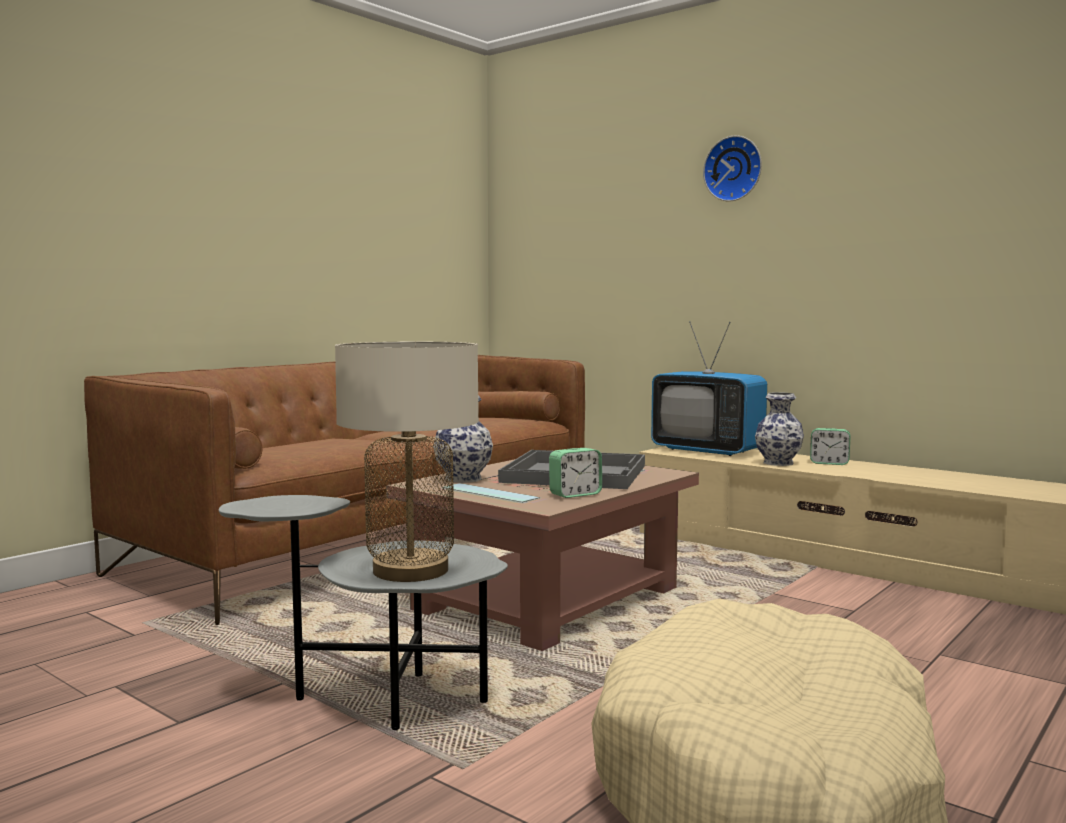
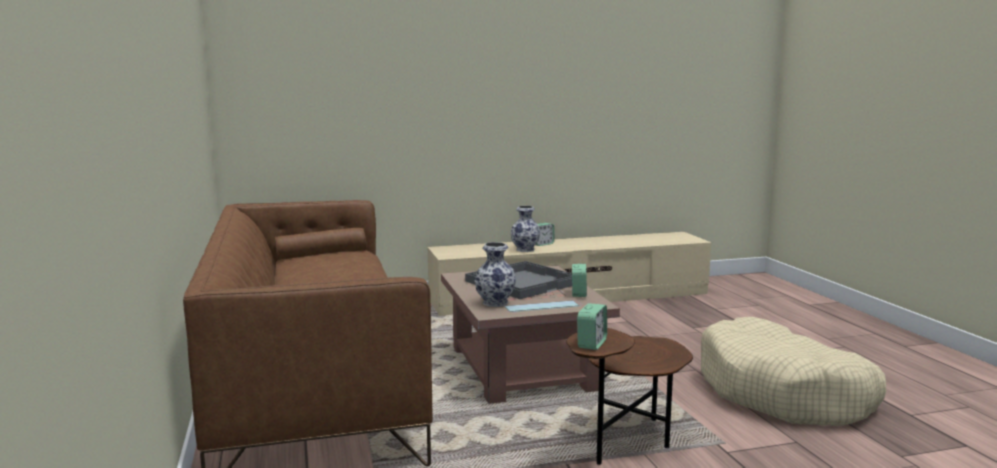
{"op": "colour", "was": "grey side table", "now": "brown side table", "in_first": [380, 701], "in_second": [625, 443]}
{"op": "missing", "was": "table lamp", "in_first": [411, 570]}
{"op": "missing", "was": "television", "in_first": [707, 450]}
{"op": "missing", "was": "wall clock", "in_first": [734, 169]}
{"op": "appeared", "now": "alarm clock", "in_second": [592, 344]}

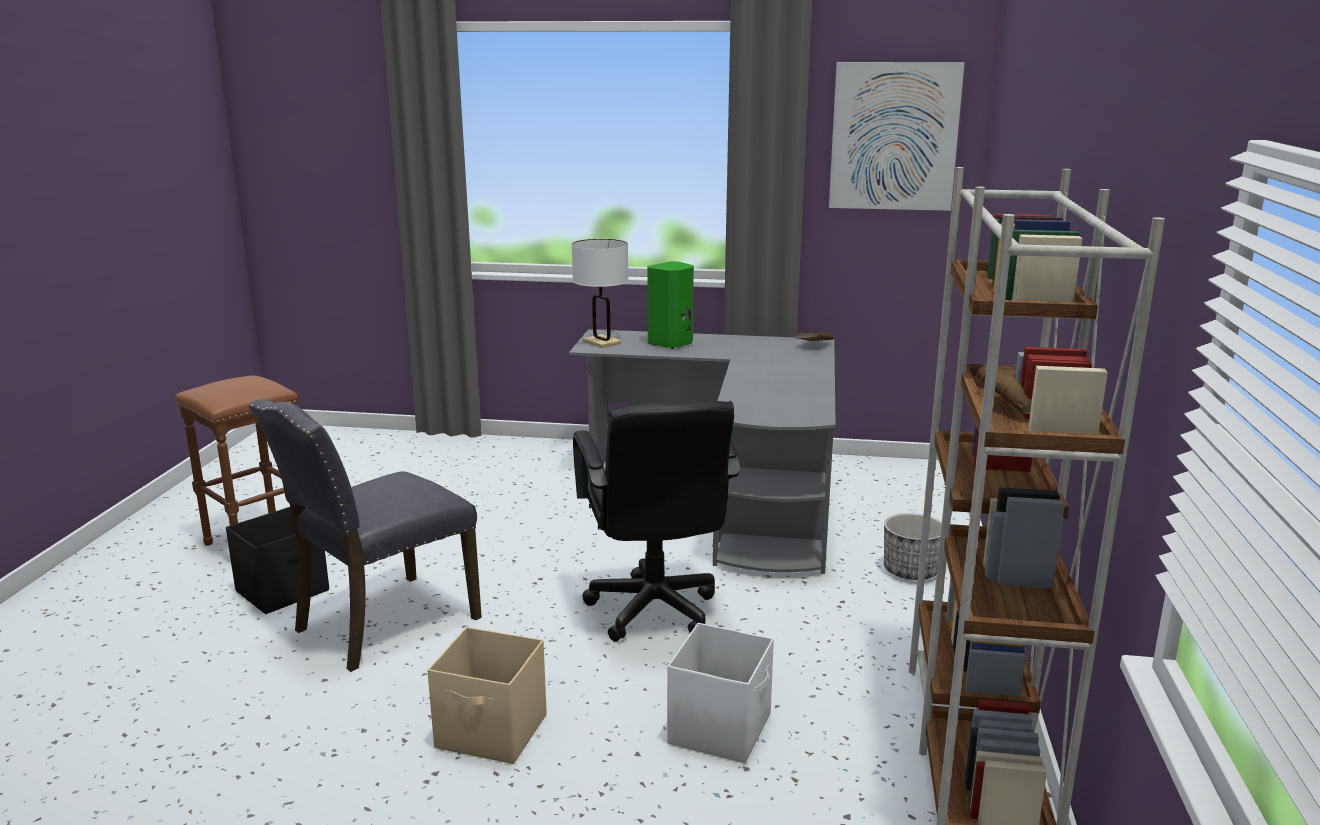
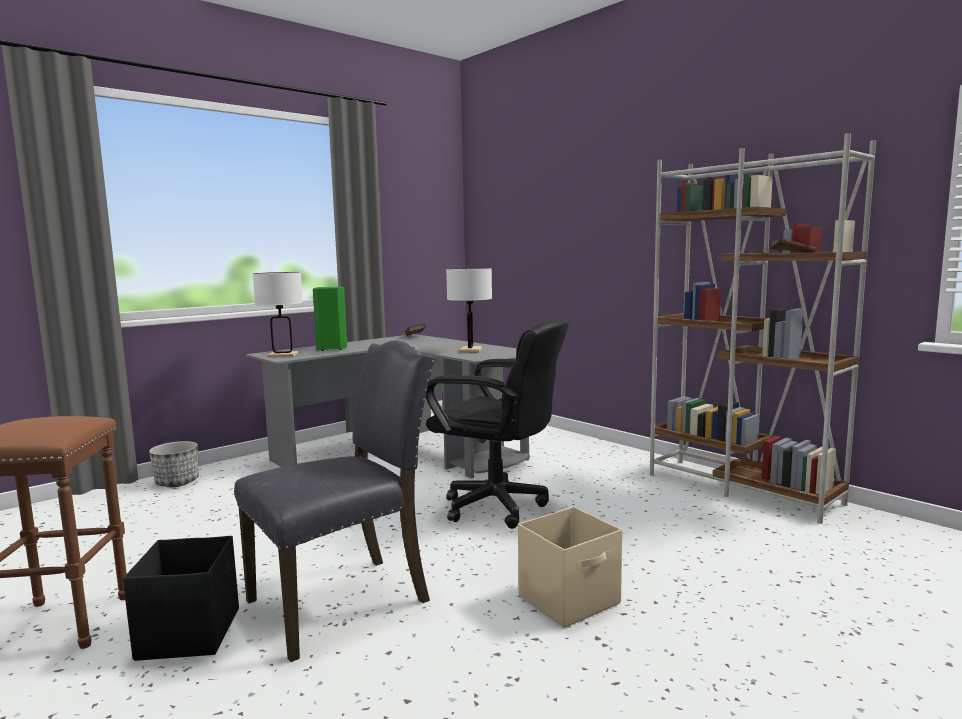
{"op": "spun", "was": "grey chair", "in_first": [382, 624], "in_second": [344, 600], "clockwise": -120}
{"op": "missing", "was": "white storage box", "in_first": [721, 728]}
{"op": "missing", "was": "picture", "in_first": [894, 137]}
{"op": "relocated", "was": "planter", "in_first": [911, 571], "in_second": [177, 482]}
{"op": "appeared", "now": "white table lamp", "in_second": [470, 350]}

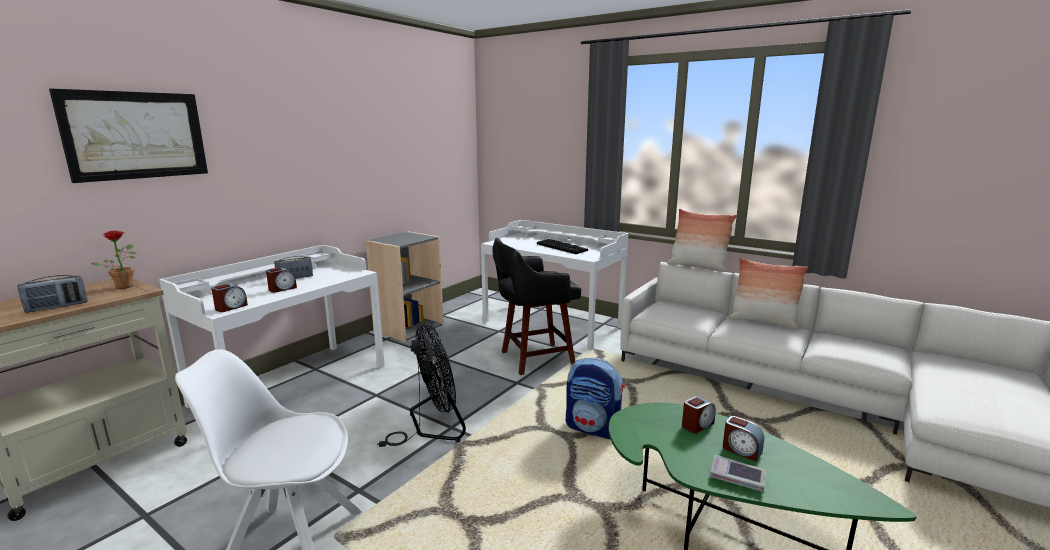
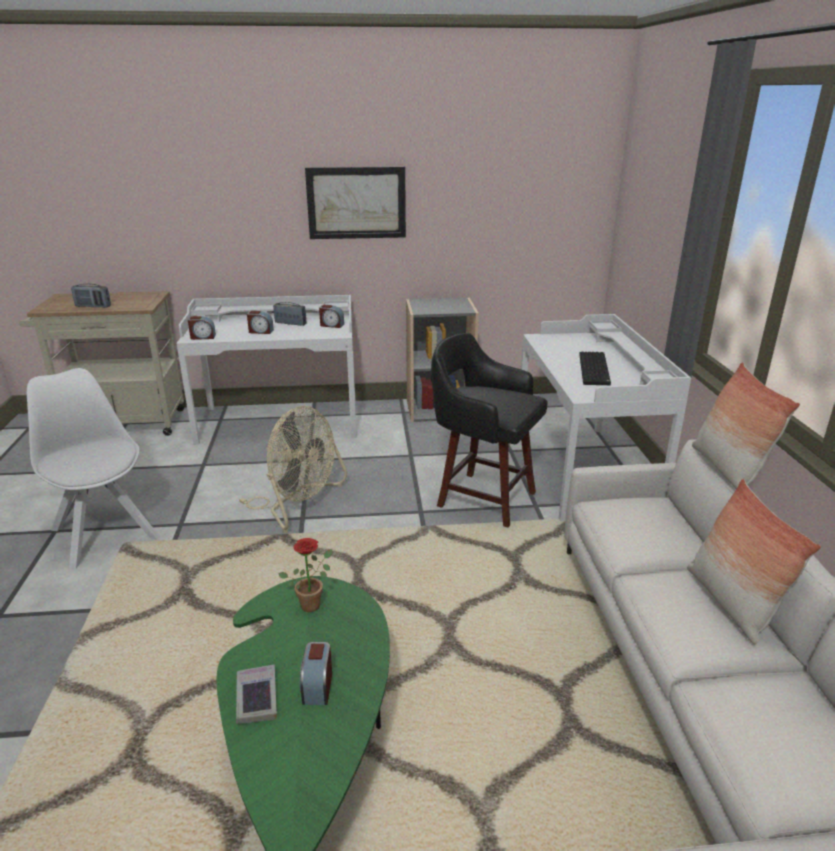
{"op": "relocated", "was": "picture", "in_first": [136, 135], "in_second": [356, 203]}
{"op": "relocated", "was": "potted plant", "in_first": [125, 286], "in_second": [312, 603]}
{"op": "colour", "was": "black fan", "now": "beige fan", "in_first": [429, 423], "in_second": [296, 504]}
{"op": "missing", "was": "backpack", "in_first": [594, 428]}
{"op": "relocated", "was": "alarm clock", "in_first": [697, 425], "in_second": [331, 325]}

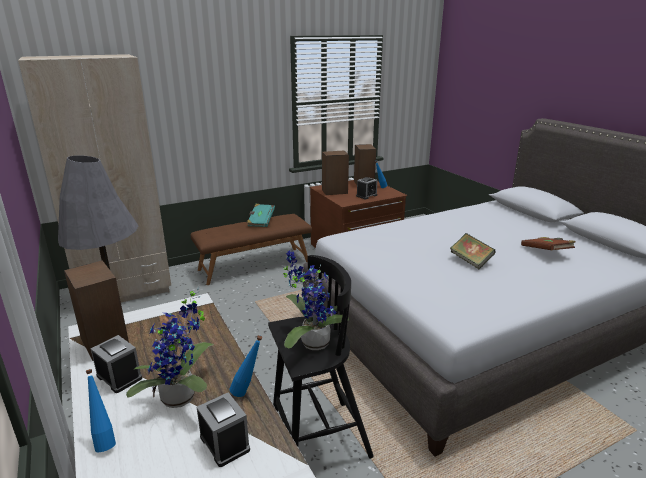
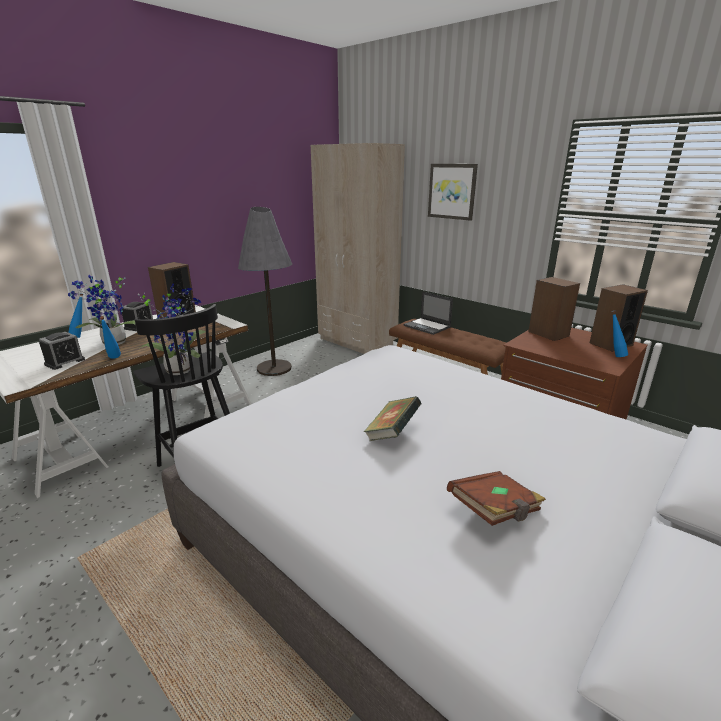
{"op": "missing", "was": "turquoise book", "in_first": [260, 221]}
{"op": "missing", "was": "alarm clock", "in_first": [366, 195]}
{"op": "appeared", "now": "laptop", "in_second": [427, 326]}
{"op": "appeared", "now": "picture", "in_second": [452, 191]}

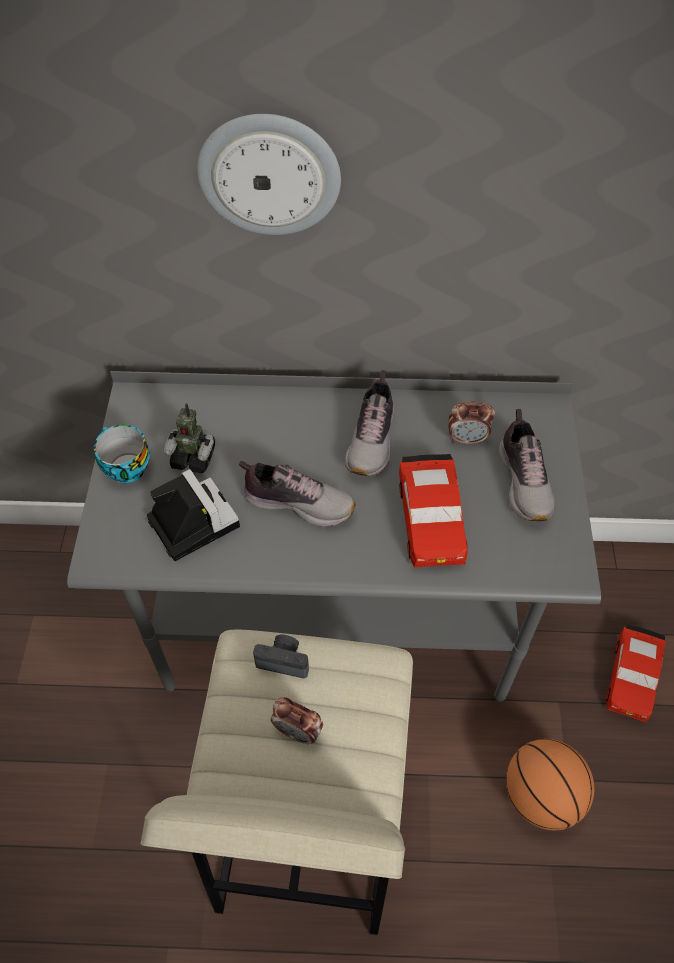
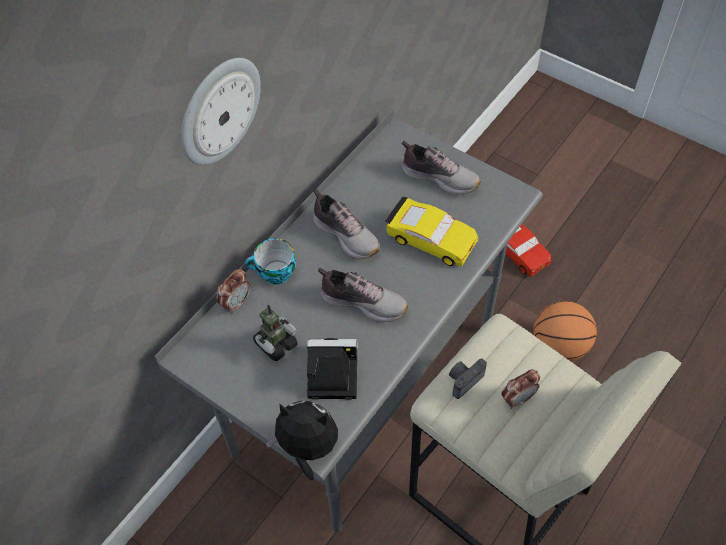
{"op": "relocated", "was": "cup", "in_first": [124, 467], "in_second": [274, 274]}
{"op": "spun", "was": "shoe", "in_first": [298, 502], "in_second": [363, 302], "clockwise": 60}
{"op": "colour", "was": "red toy car", "now": "yellow toy car", "in_first": [431, 519], "in_second": [431, 239]}
{"op": "relocated", "was": "alarm clock", "in_first": [467, 439], "in_second": [236, 303]}
{"op": "appeared", "now": "plush toy", "in_second": [307, 449]}

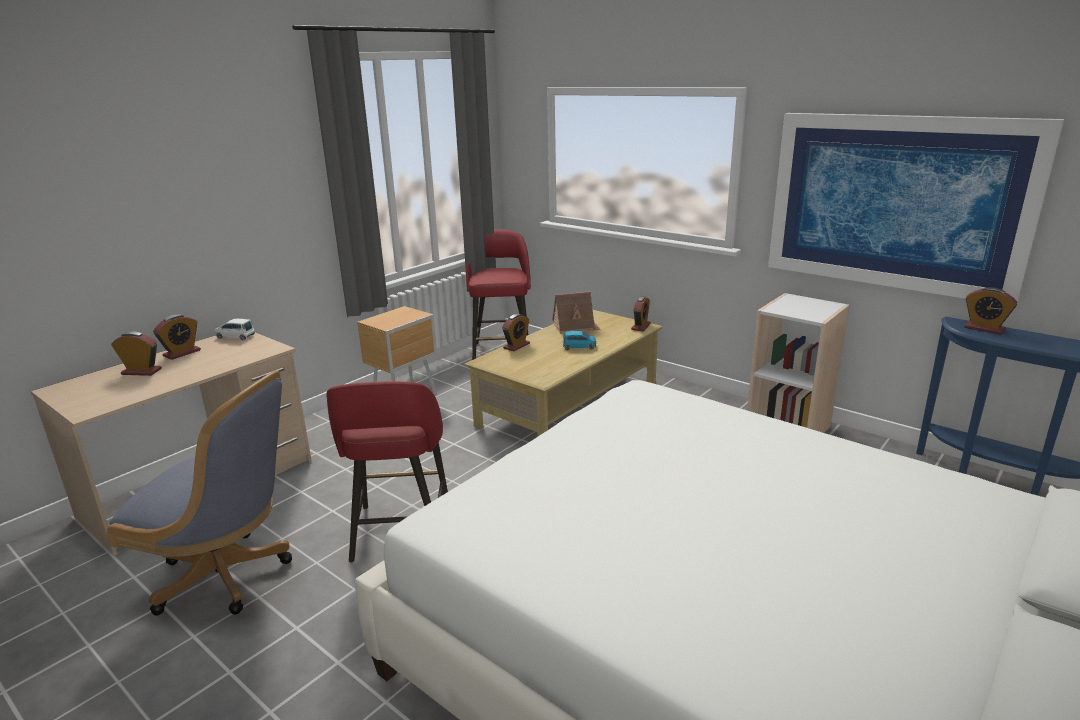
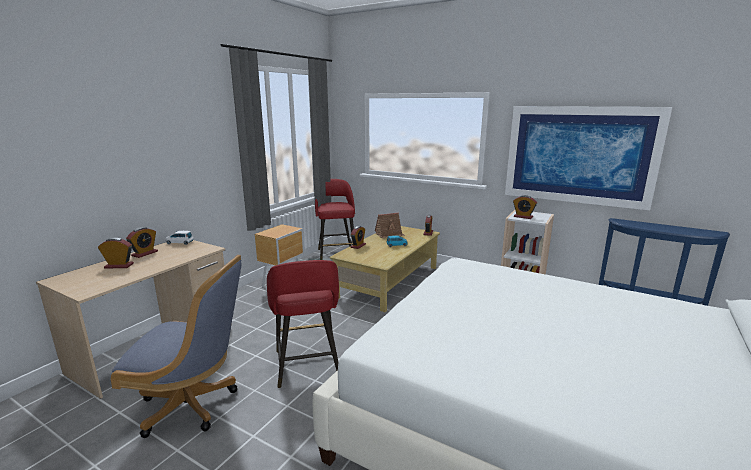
{"op": "relocated", "was": "alarm clock", "in_first": [984, 328], "in_second": [523, 217]}

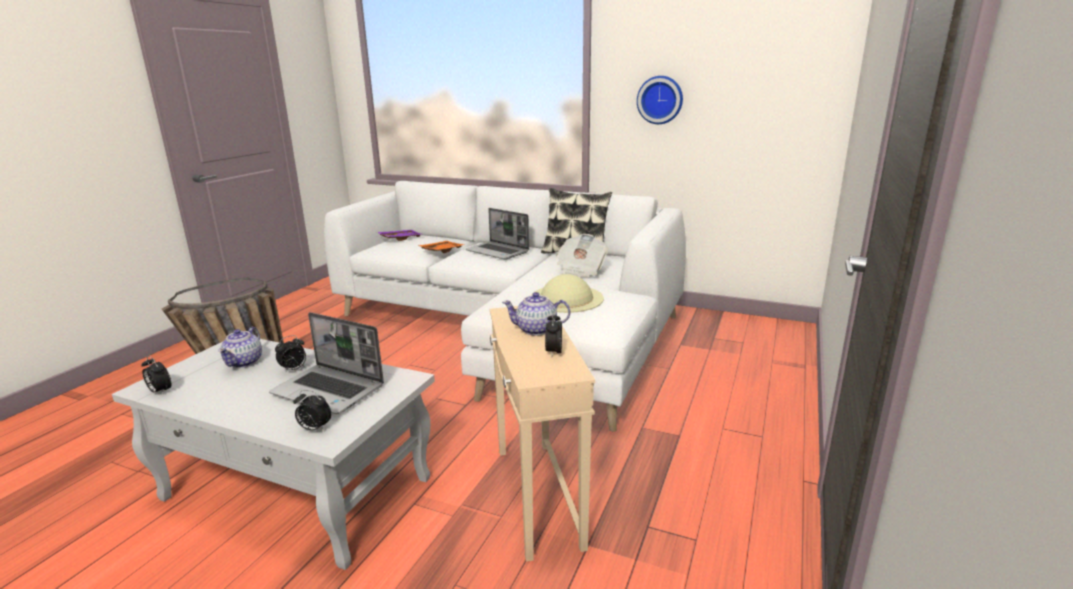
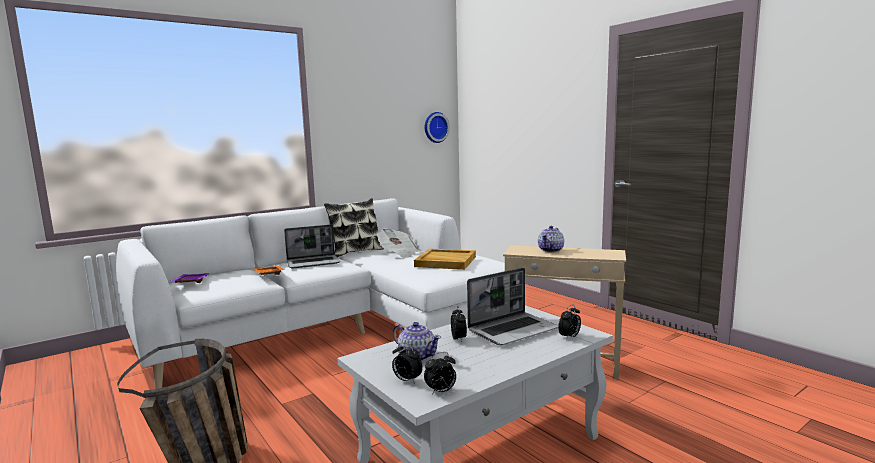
{"op": "exchanged", "was": "beige hat", "now": "beige tray", "in_first": [566, 298], "in_second": [445, 262]}
{"op": "relocated", "was": "alarm clock", "in_first": [553, 352], "in_second": [406, 380]}
{"op": "relocated", "was": "wall clock", "in_first": [660, 100], "in_second": [435, 127]}

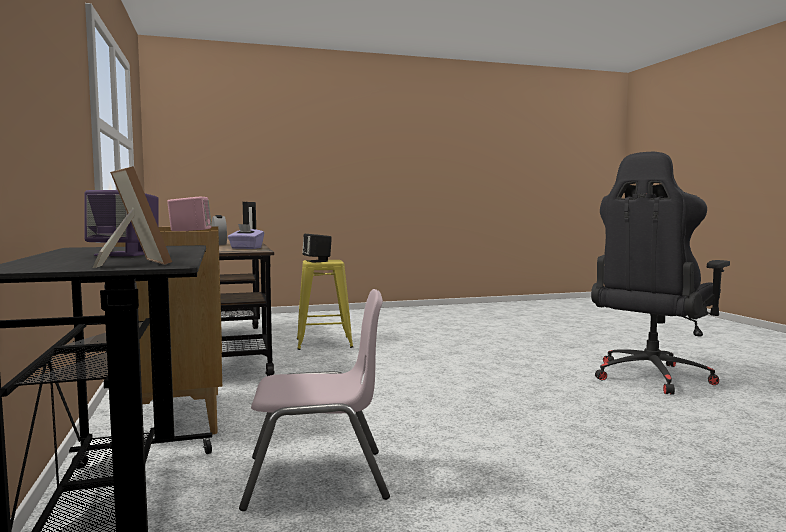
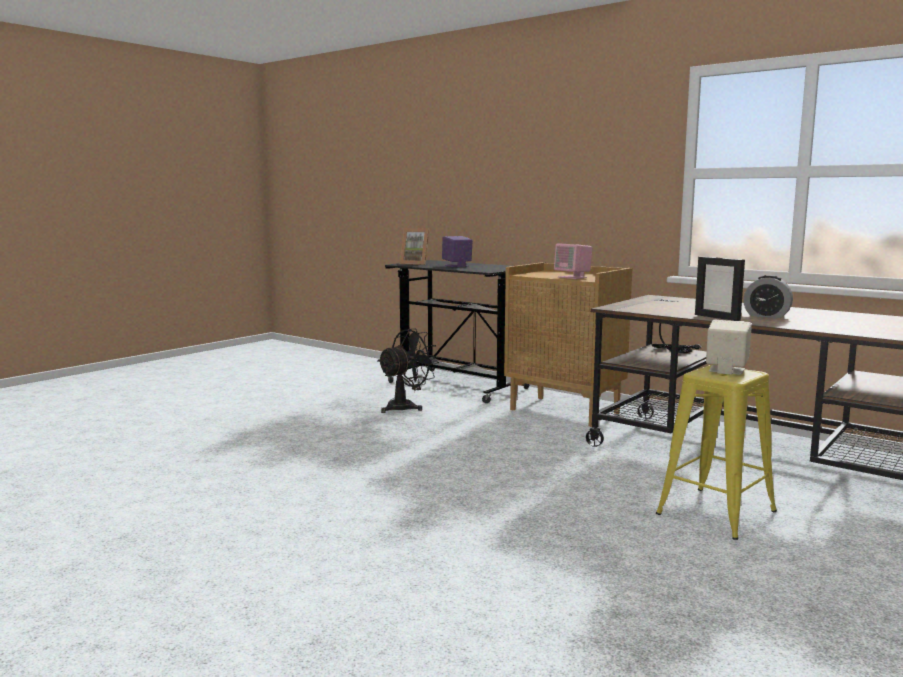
{"op": "missing", "was": "purple tissue box", "in_first": [246, 248]}
{"op": "exchanged", "was": "pink chair", "now": "black fan", "in_first": [317, 478], "in_second": [406, 407]}
{"op": "colour", "was": "black speaker", "now": "beige speaker", "in_first": [317, 261], "in_second": [726, 370]}
{"op": "missing", "was": "black office chair", "in_first": [651, 376]}

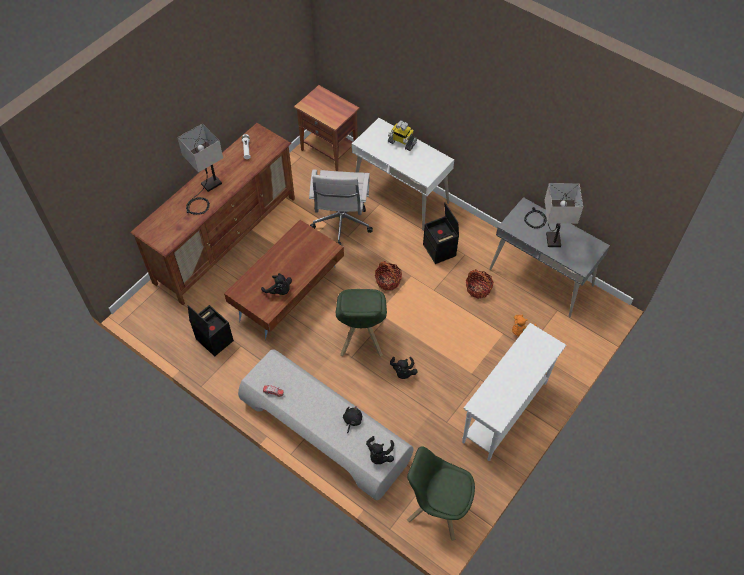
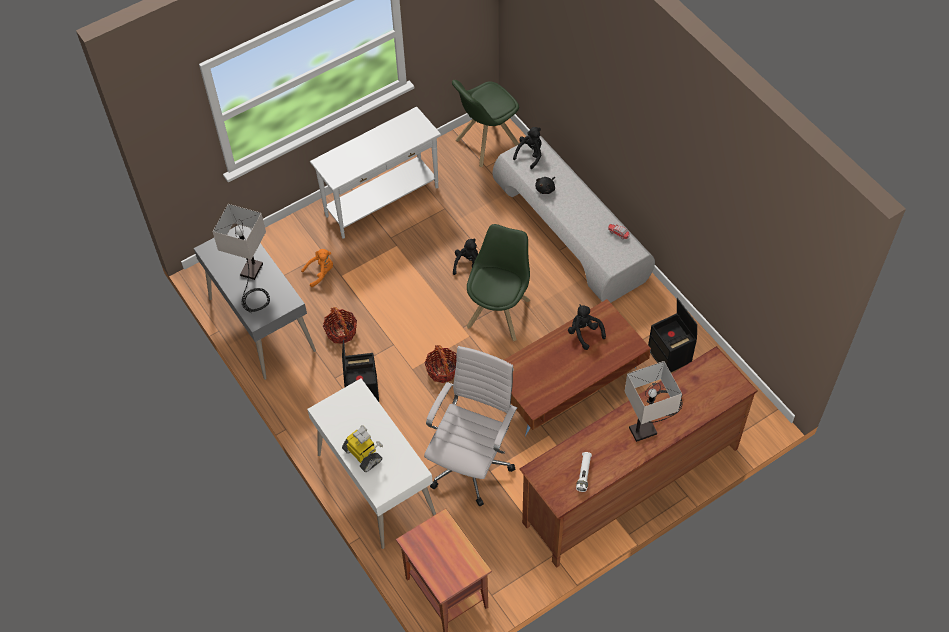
{"op": "spun", "was": "green chair", "in_first": [437, 509], "in_second": [487, 143], "clockwise": 105}

